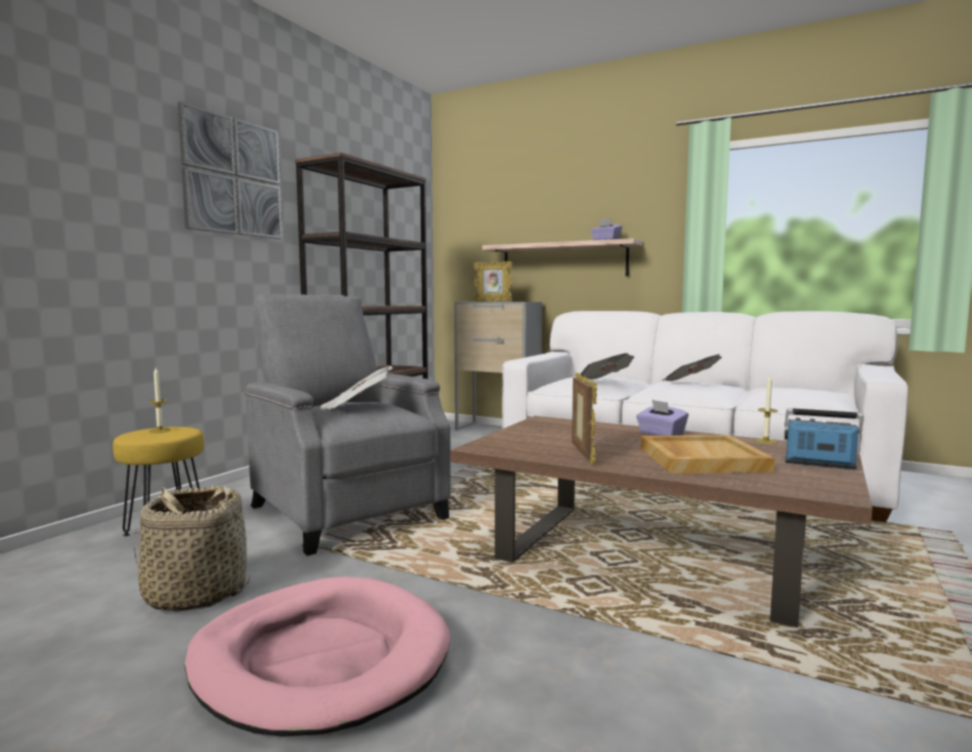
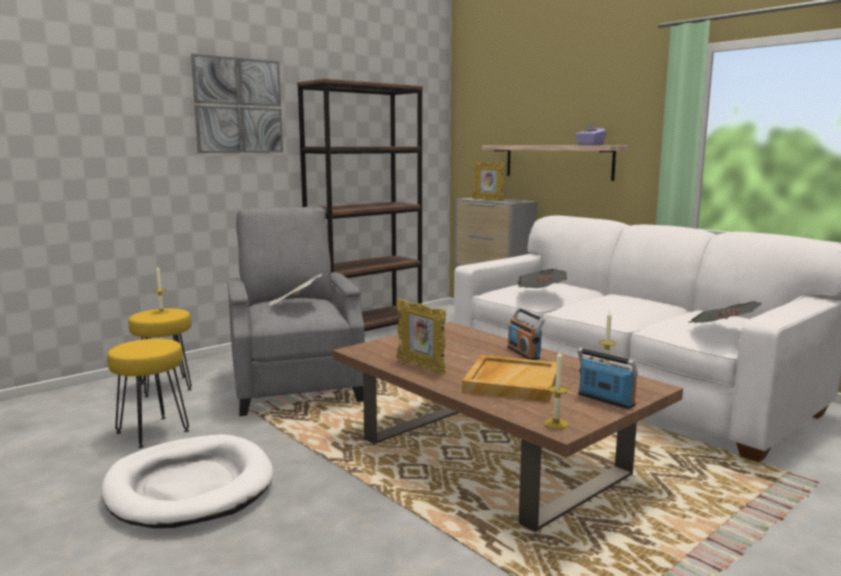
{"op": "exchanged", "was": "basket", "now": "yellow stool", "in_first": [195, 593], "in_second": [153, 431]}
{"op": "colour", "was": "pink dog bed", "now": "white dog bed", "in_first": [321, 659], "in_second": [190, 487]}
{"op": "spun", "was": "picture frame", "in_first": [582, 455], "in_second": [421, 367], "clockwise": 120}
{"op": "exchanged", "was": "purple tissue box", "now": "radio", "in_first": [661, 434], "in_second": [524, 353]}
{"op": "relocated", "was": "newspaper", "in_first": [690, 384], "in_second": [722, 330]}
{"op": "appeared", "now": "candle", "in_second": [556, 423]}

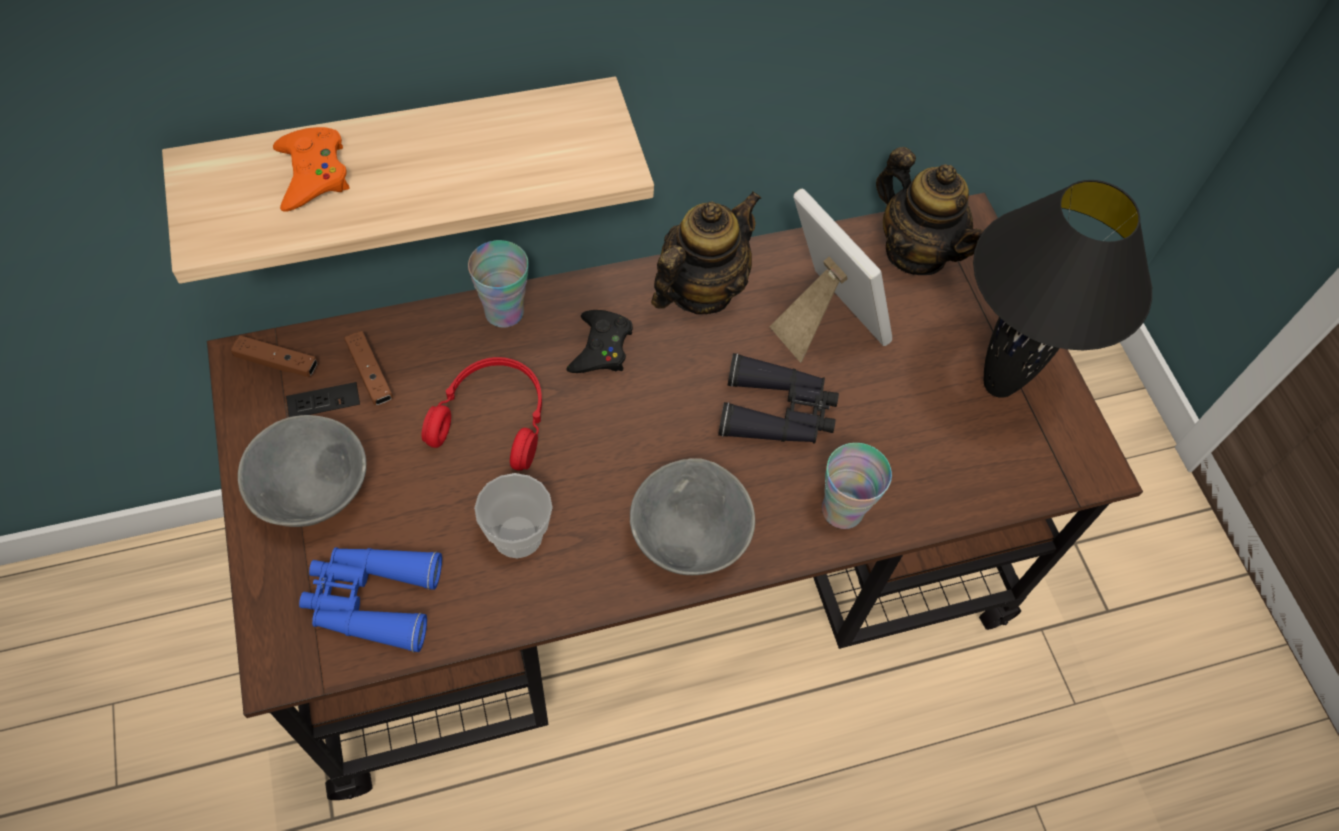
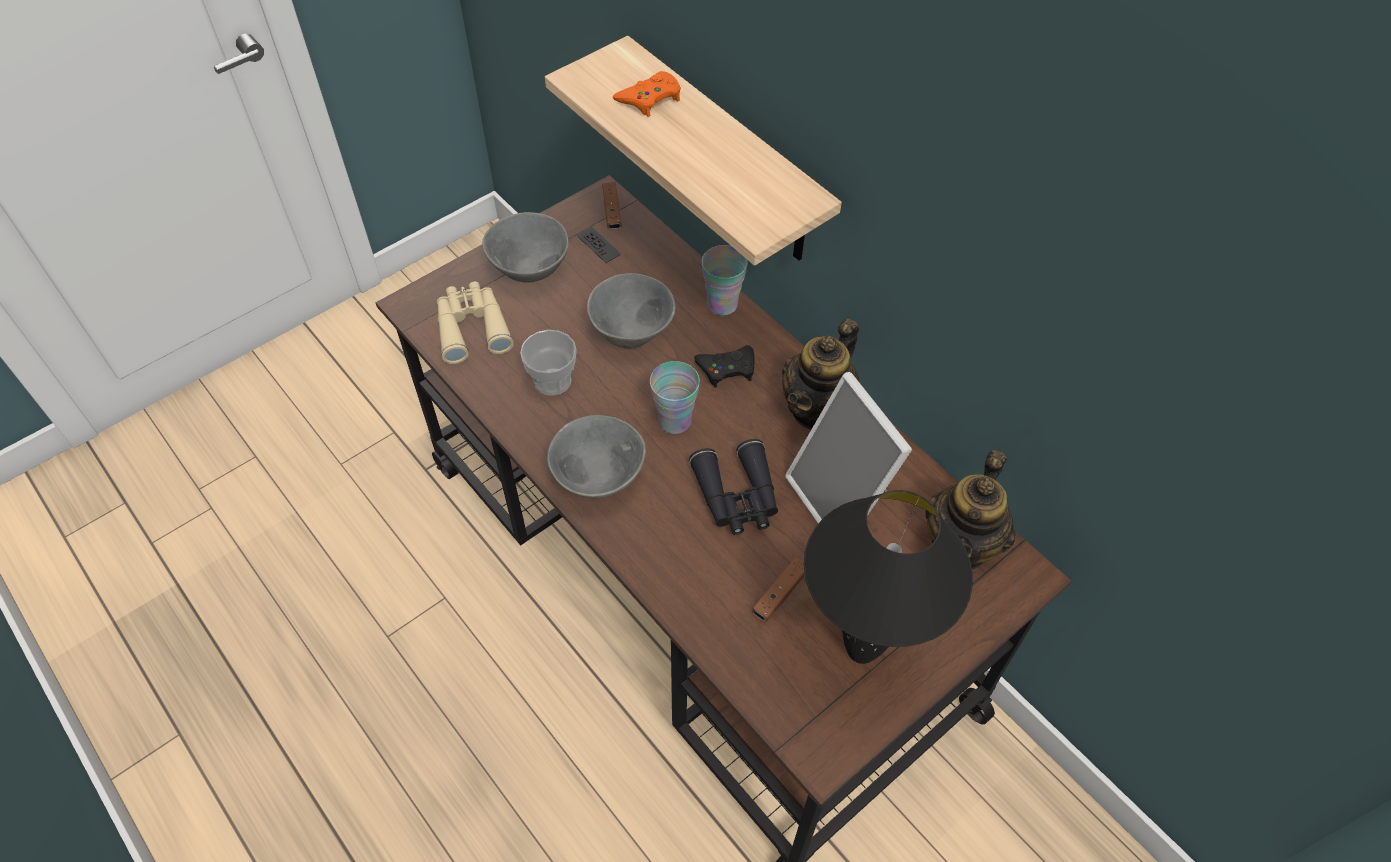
{"op": "colour", "was": "blue binoculars", "now": "beige binoculars", "in_first": [372, 600], "in_second": [472, 327]}
{"op": "relocated", "was": "brown game controller", "in_first": [370, 374], "in_second": [780, 593]}
{"op": "exchanged", "was": "red headphones", "now": "grey bowl", "in_first": [494, 418], "in_second": [634, 333]}
{"op": "spun", "was": "teapot", "in_first": [700, 290], "in_second": [818, 409], "clockwise": 105}
{"op": "spun", "was": "picture frame", "in_first": [823, 321], "in_second": [842, 500], "clockwise": 120}
{"op": "relocated", "was": "cup", "in_first": [842, 510], "in_second": [675, 421]}

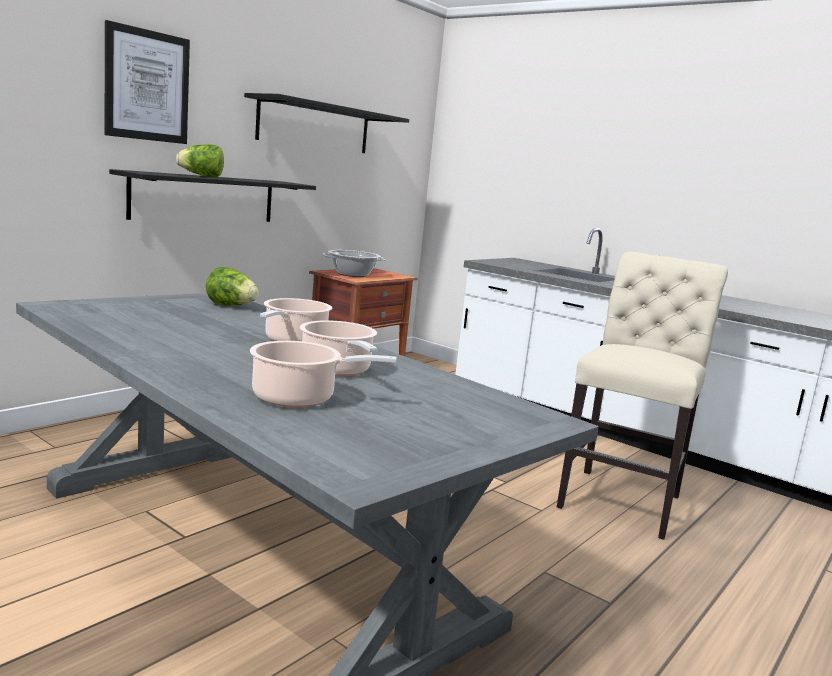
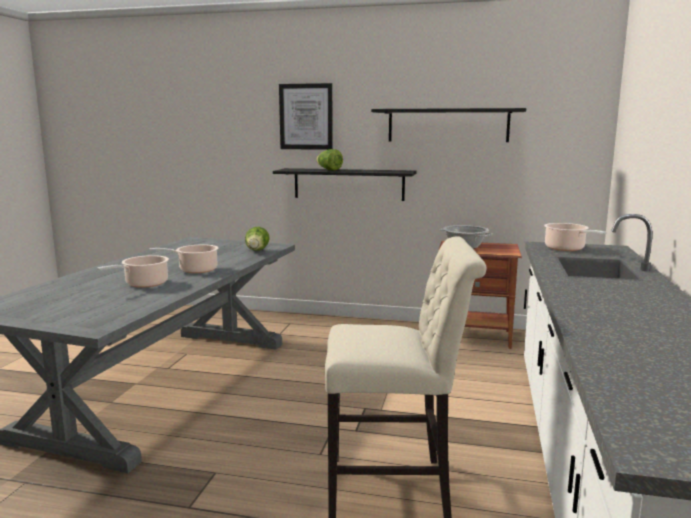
{"op": "relocated", "was": "cooking pot", "in_first": [299, 398], "in_second": [566, 249]}

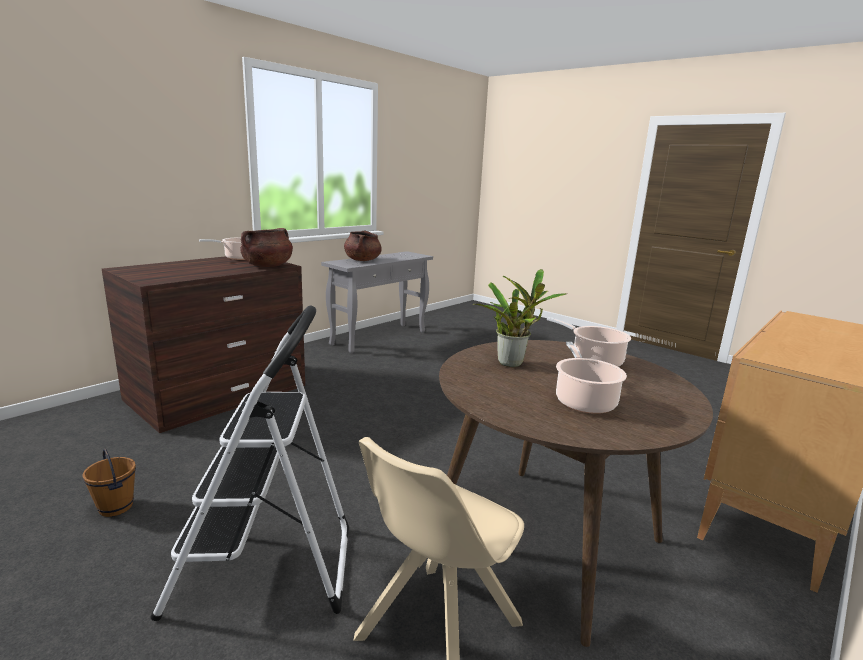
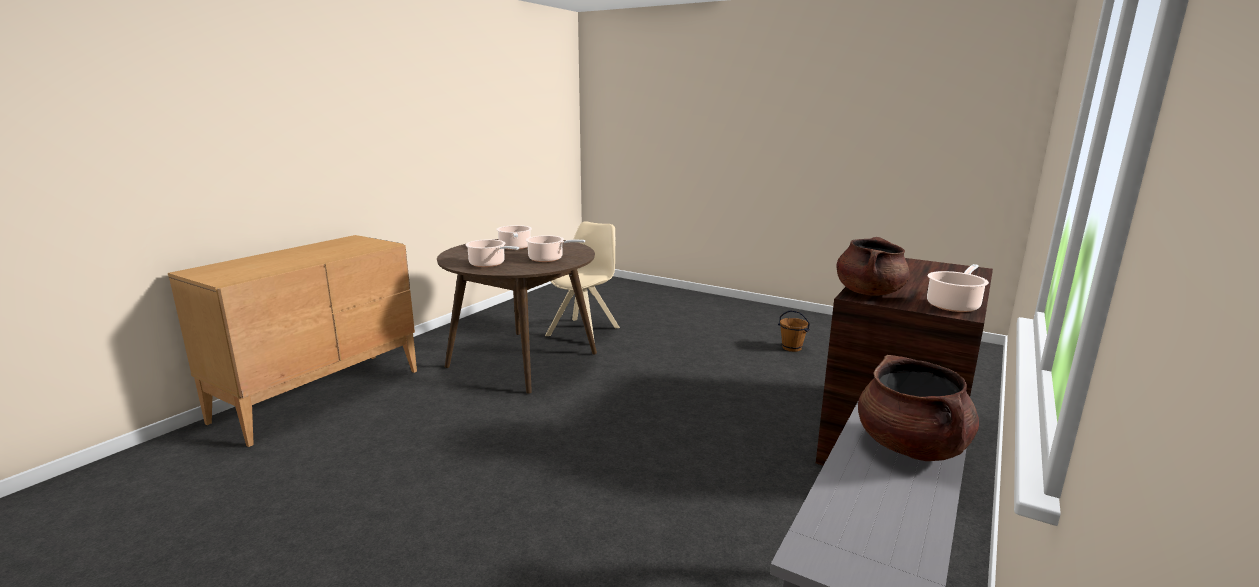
{"op": "missing", "was": "step ladder", "in_first": [267, 570]}
{"op": "exchanged", "was": "potted plant", "now": "cooking pot", "in_first": [513, 362], "in_second": [548, 259]}

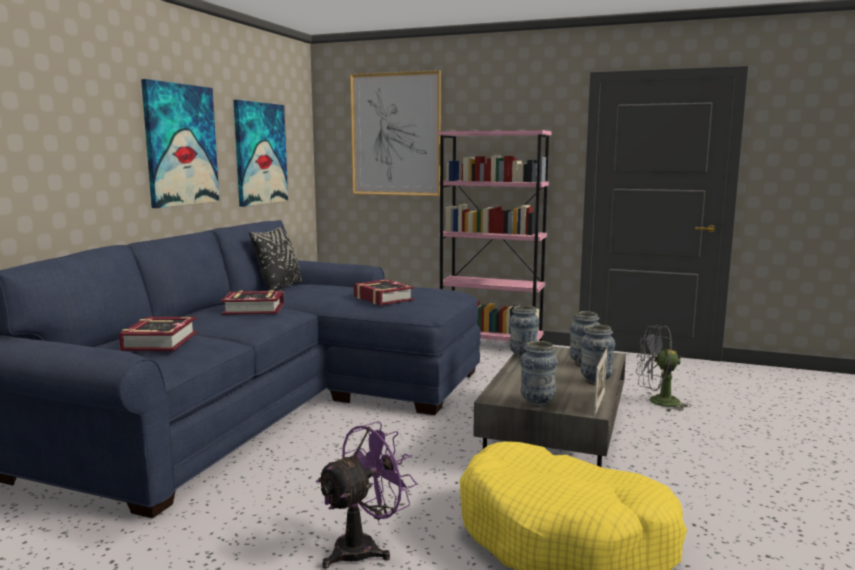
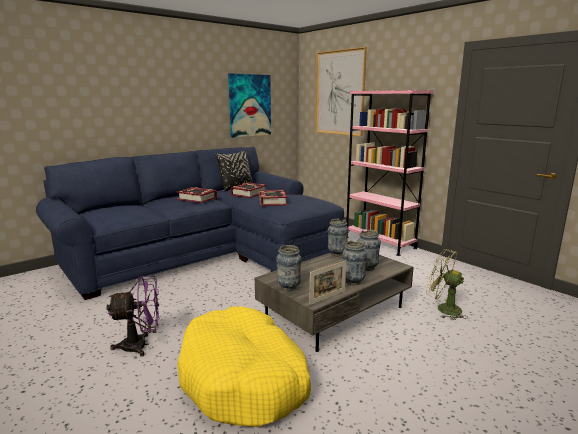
{"op": "relocated", "was": "book", "in_first": [159, 341], "in_second": [249, 193]}
{"op": "missing", "was": "picture", "in_first": [181, 145]}
{"op": "colour", "was": "grey fan", "now": "green fan", "in_first": [657, 402], "in_second": [443, 309]}

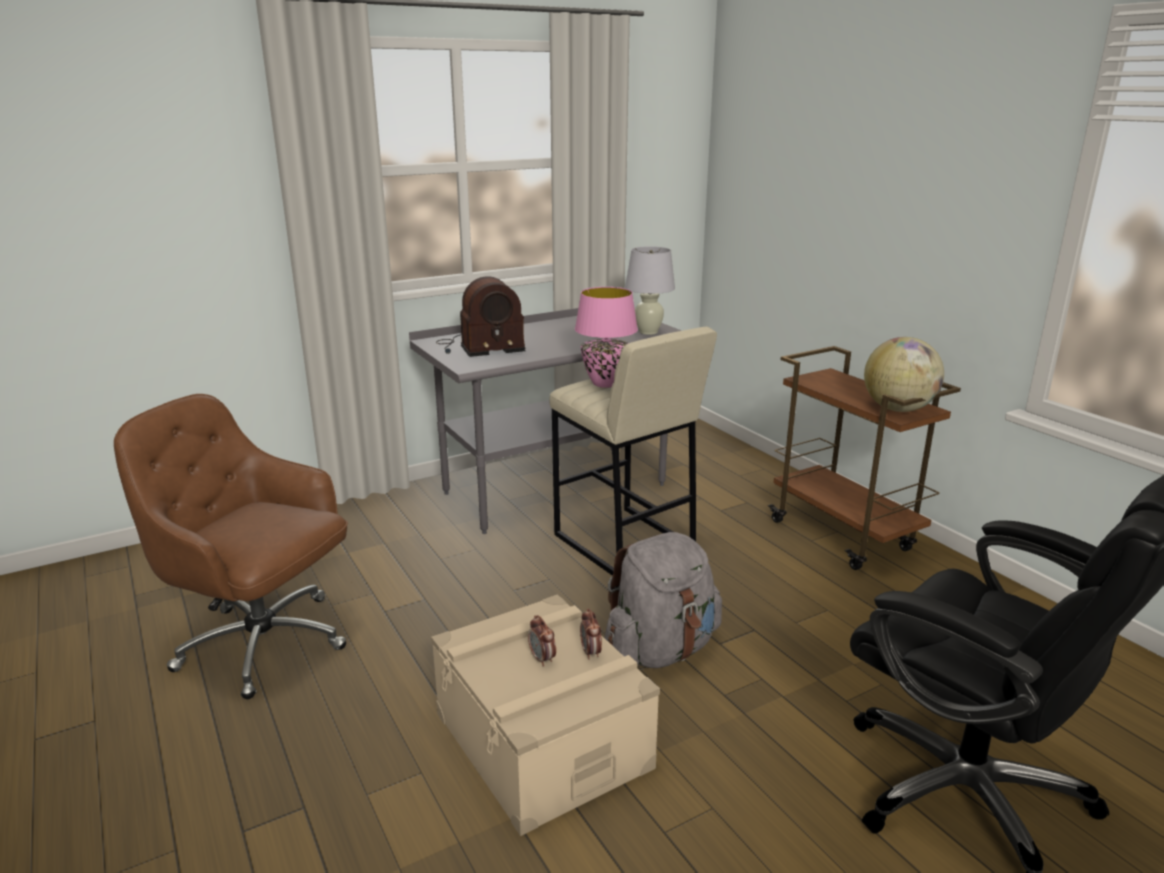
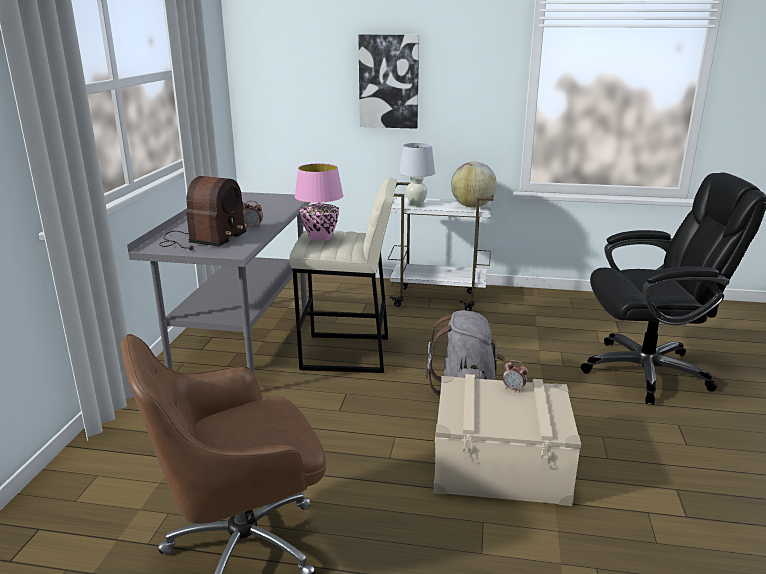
{"op": "relocated", "was": "alarm clock", "in_first": [542, 659], "in_second": [253, 227]}
{"op": "relocated", "was": "white table lamp", "in_first": [648, 332], "in_second": [416, 204]}
{"op": "colour", "was": "brown cart", "now": "white cart", "in_first": [843, 538], "in_second": [439, 300]}
{"op": "appeared", "now": "picture", "in_second": [389, 81]}

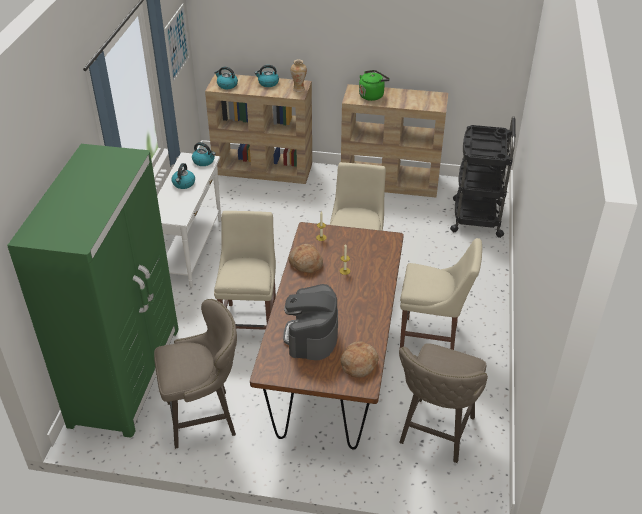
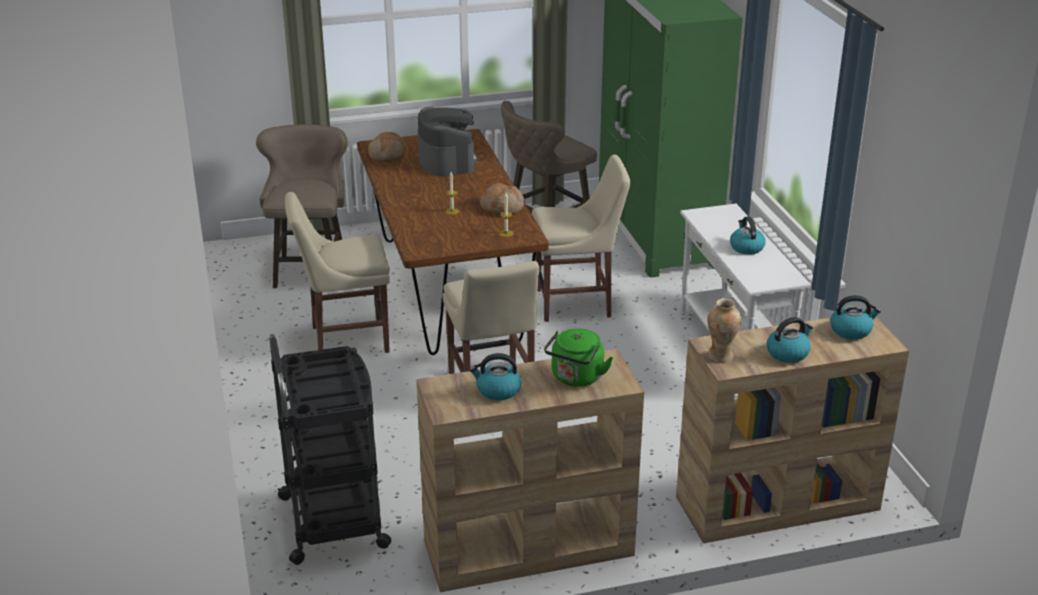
{"op": "missing", "was": "picture", "in_first": [177, 43]}
{"op": "relocated", "was": "kettle", "in_first": [204, 161], "in_second": [497, 390]}
{"op": "spun", "was": "beige chair", "in_first": [250, 320], "in_second": [577, 303], "clockwise": -75}

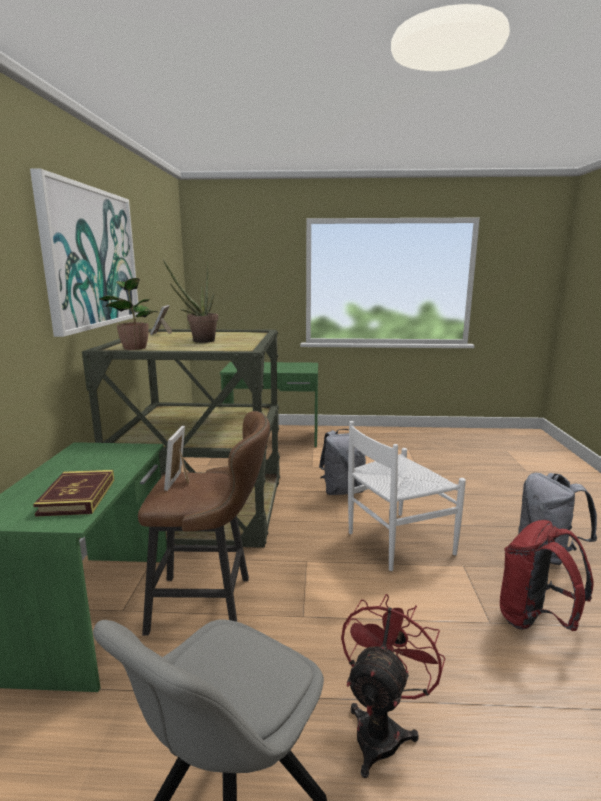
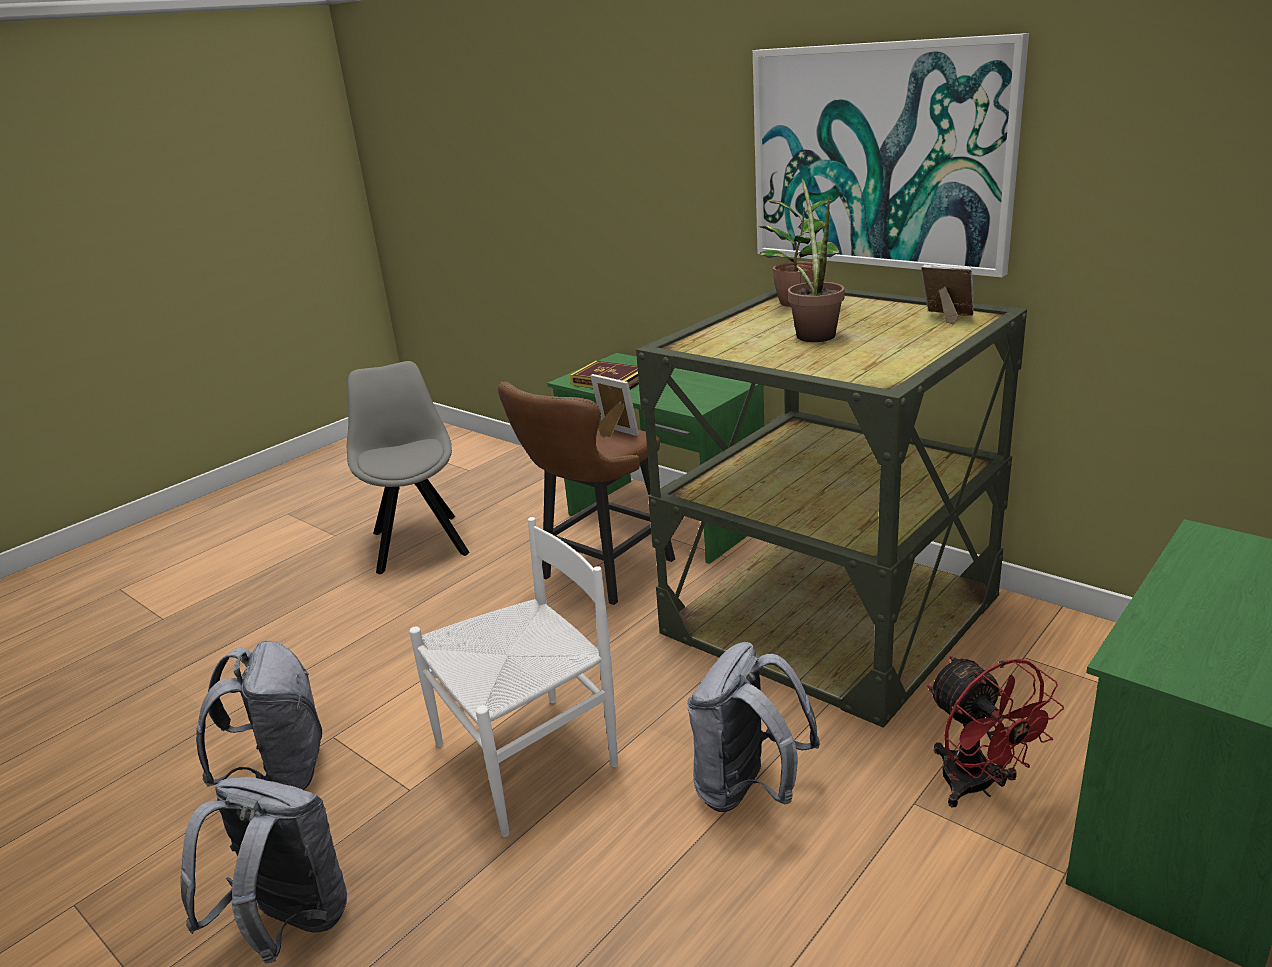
{"op": "relocated", "was": "red fan", "in_first": [381, 728], "in_second": [978, 787]}
{"op": "spun", "was": "white chair", "in_first": [397, 542], "in_second": [530, 758], "clockwise": 45}
{"op": "colour", "was": "red backpack", "now": "grey backpack", "in_first": [534, 620], "in_second": [281, 776]}

